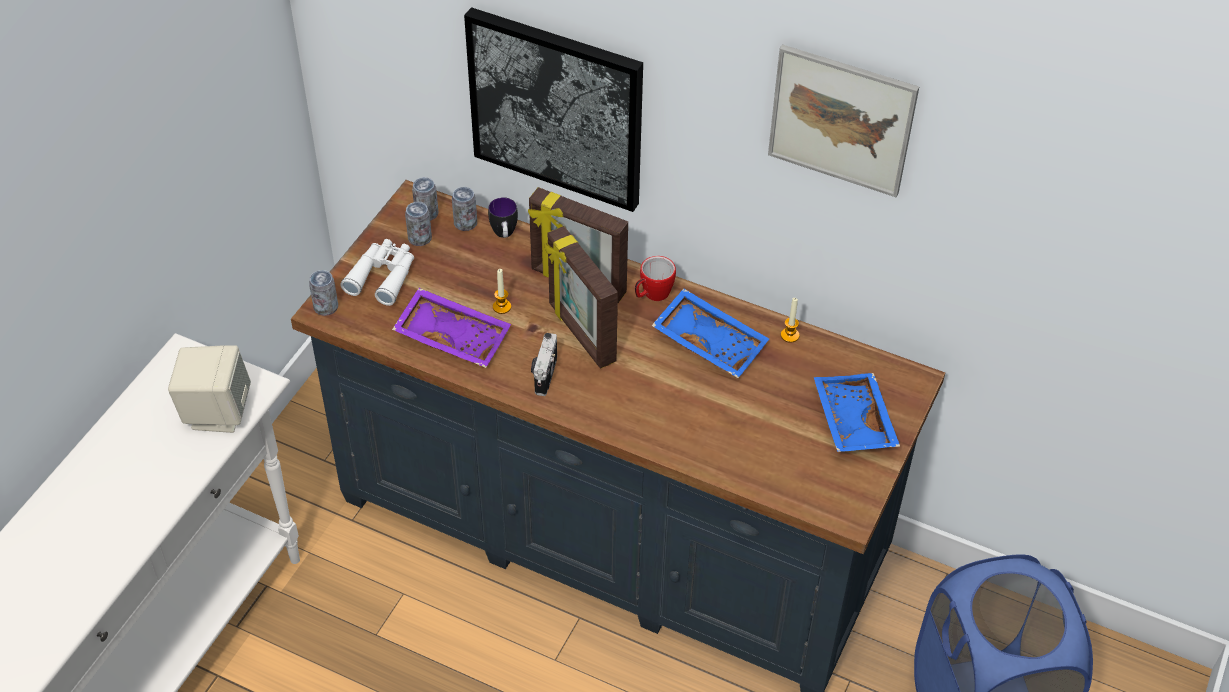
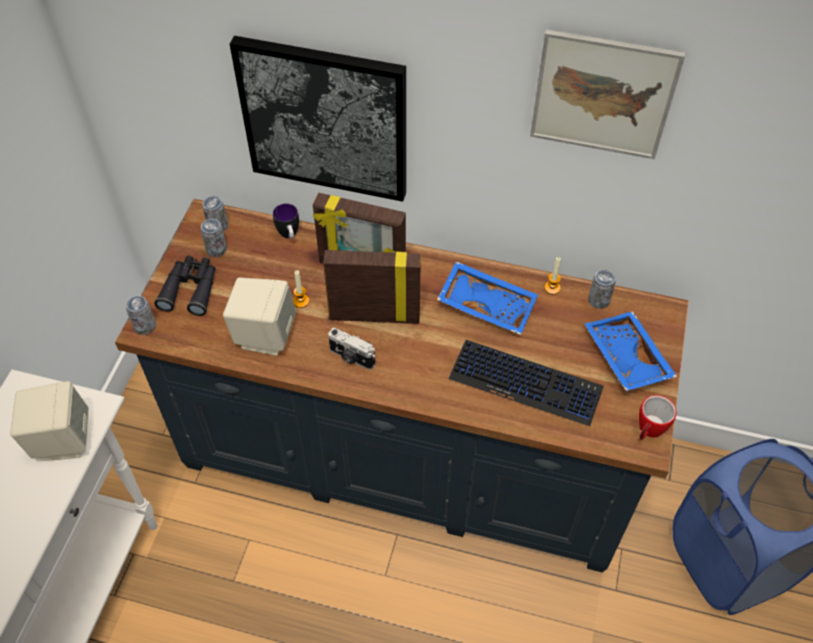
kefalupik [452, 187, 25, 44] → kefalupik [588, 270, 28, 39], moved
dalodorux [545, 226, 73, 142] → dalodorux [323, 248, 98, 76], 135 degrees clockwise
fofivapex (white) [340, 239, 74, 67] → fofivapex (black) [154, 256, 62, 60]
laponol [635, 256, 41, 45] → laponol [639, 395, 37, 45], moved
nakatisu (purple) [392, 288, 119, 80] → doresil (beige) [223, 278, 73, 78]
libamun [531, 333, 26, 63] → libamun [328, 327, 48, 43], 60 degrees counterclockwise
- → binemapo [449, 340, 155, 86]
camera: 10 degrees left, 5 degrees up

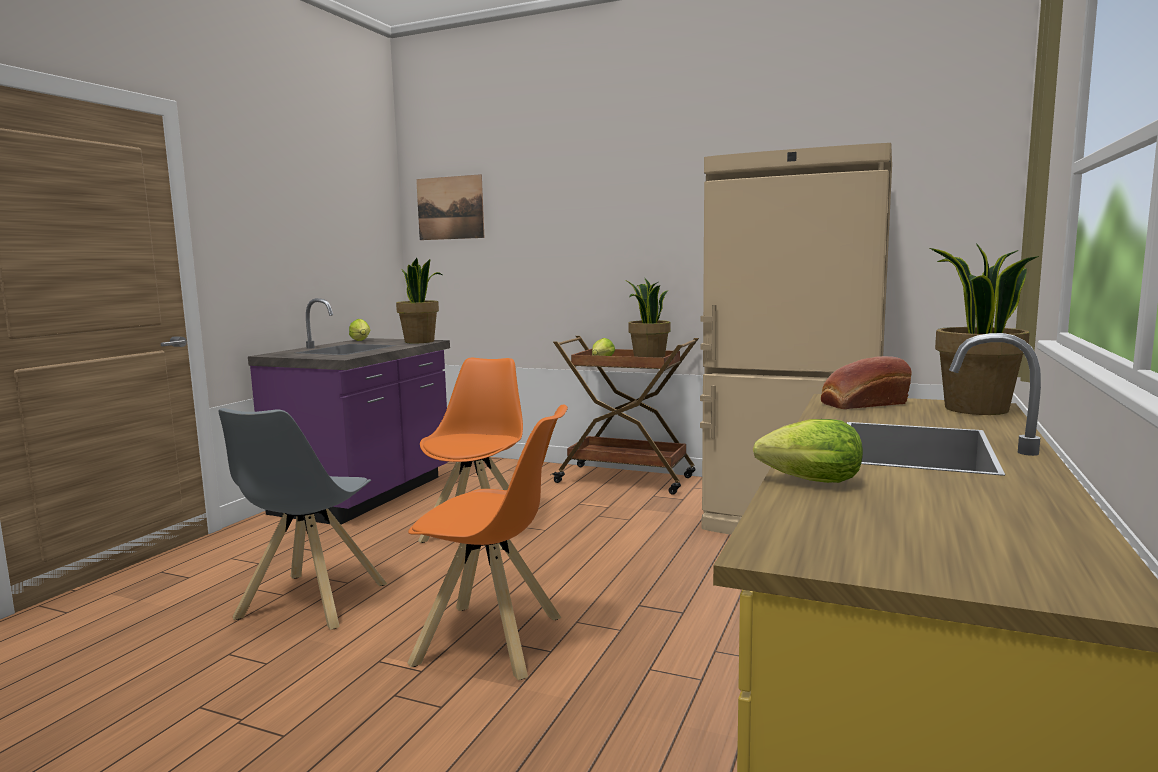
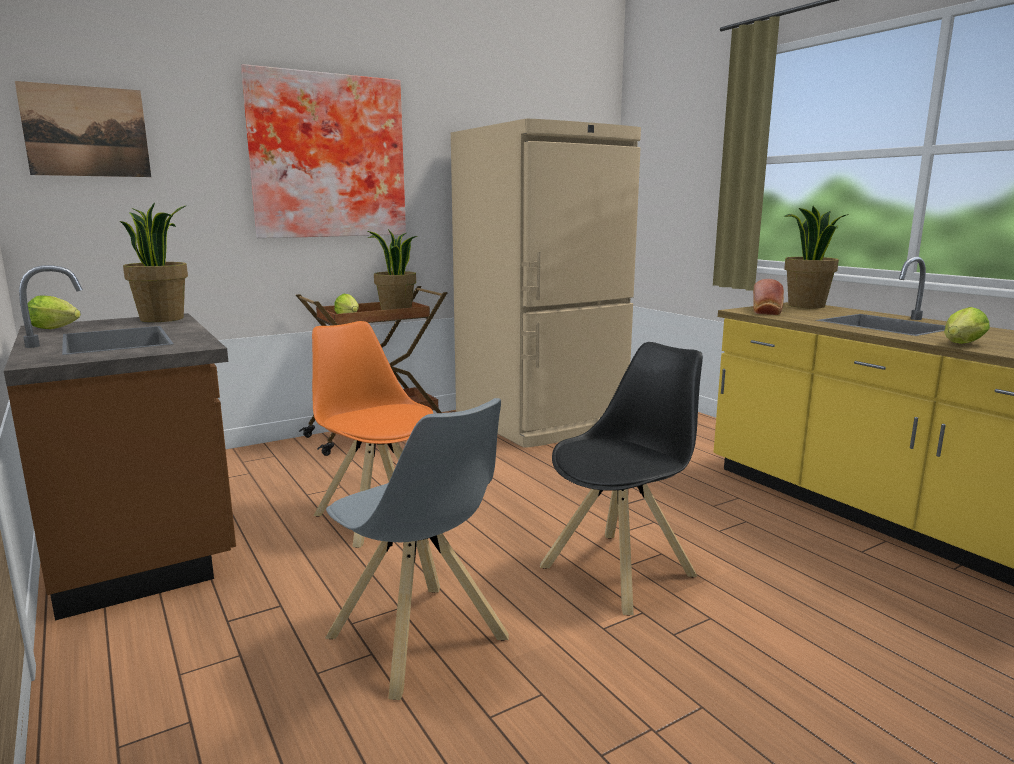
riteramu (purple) [248, 298, 202, 226] → riteramu (brown) [4, 265, 232, 356]
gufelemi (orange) [407, 404, 161, 276] → gufelemi (black) [540, 342, 163, 273]
- → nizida [241, 64, 165, 174]
camera: 55 degrees left, 5 degrees up

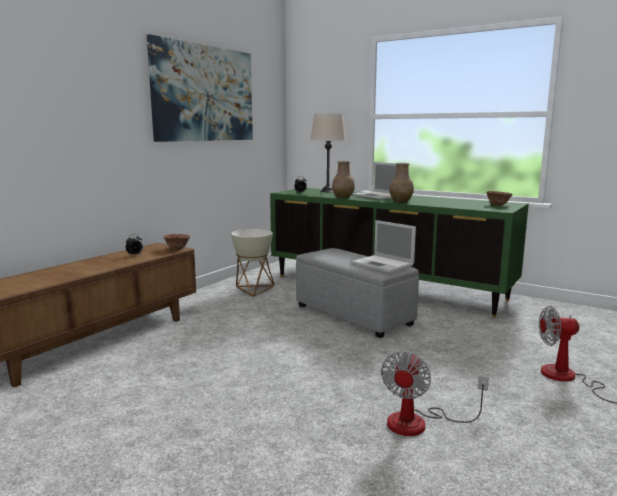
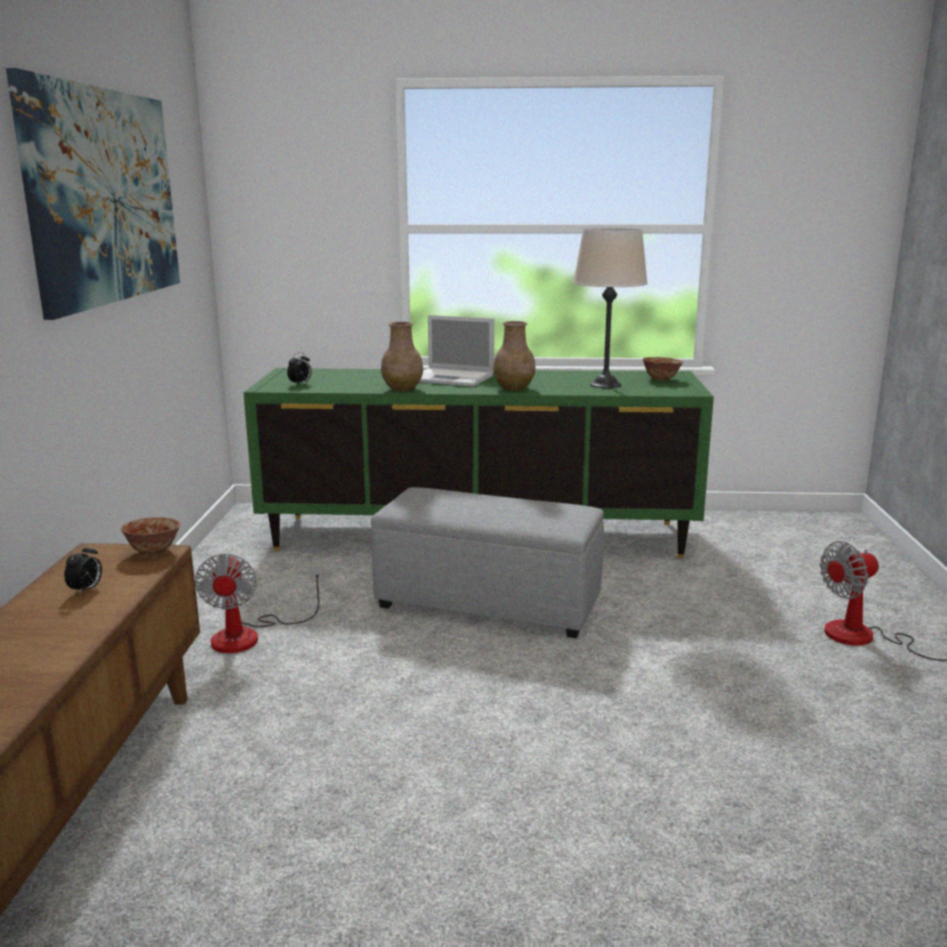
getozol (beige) [310, 114, 37, 78] → getozol (beige) [573, 228, 75, 160], moved
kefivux [351, 220, 65, 53] → -
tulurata [231, 229, 43, 68] → -
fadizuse [381, 352, 108, 84] → fadizuse [195, 553, 128, 100], moved
camera: 30 degrees left, 5 degrees up

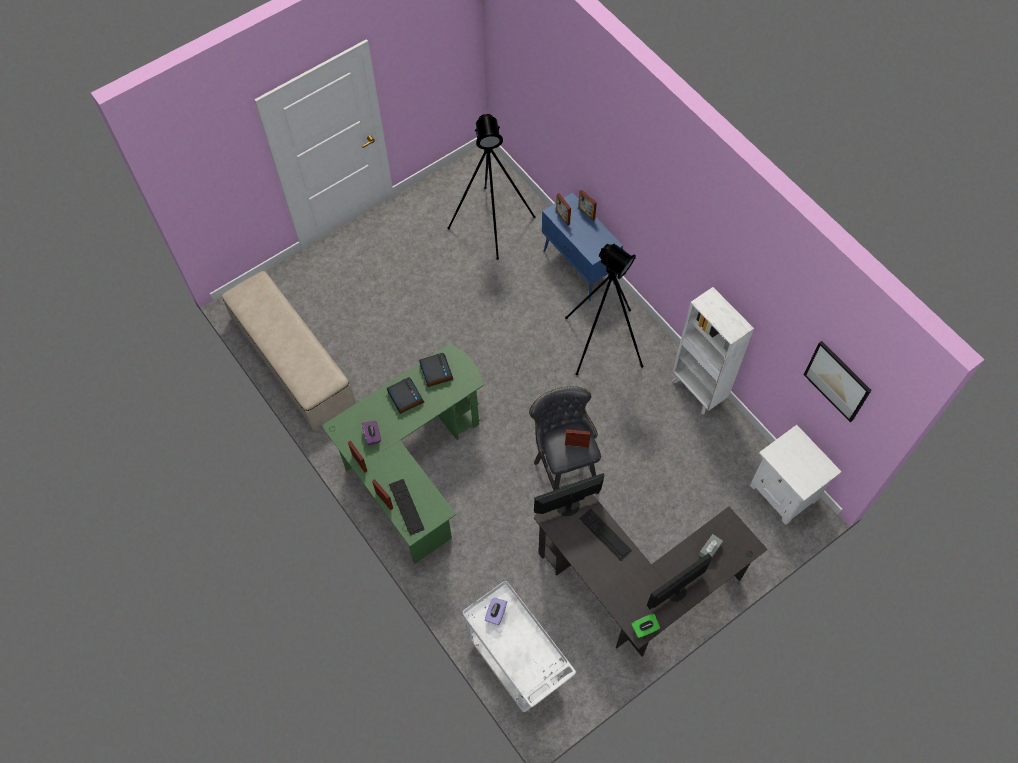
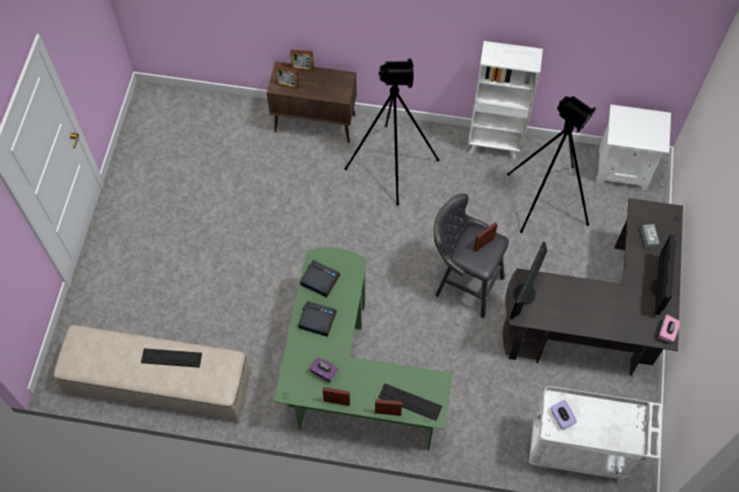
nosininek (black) [447, 114, 89, 146] → nosininek (black) [507, 96, 89, 137], moved
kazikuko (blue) [542, 193, 81, 108] → kazikuko (brown) [267, 61, 90, 82]
nizida [804, 341, 68, 81] → -
binemapo [579, 509, 53, 52] → binemapo [141, 348, 61, 20], moved
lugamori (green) [631, 614, 29, 24] → lugamori (pink) [659, 315, 21, 27]
camera: 45 degrees left, 0 degrees up

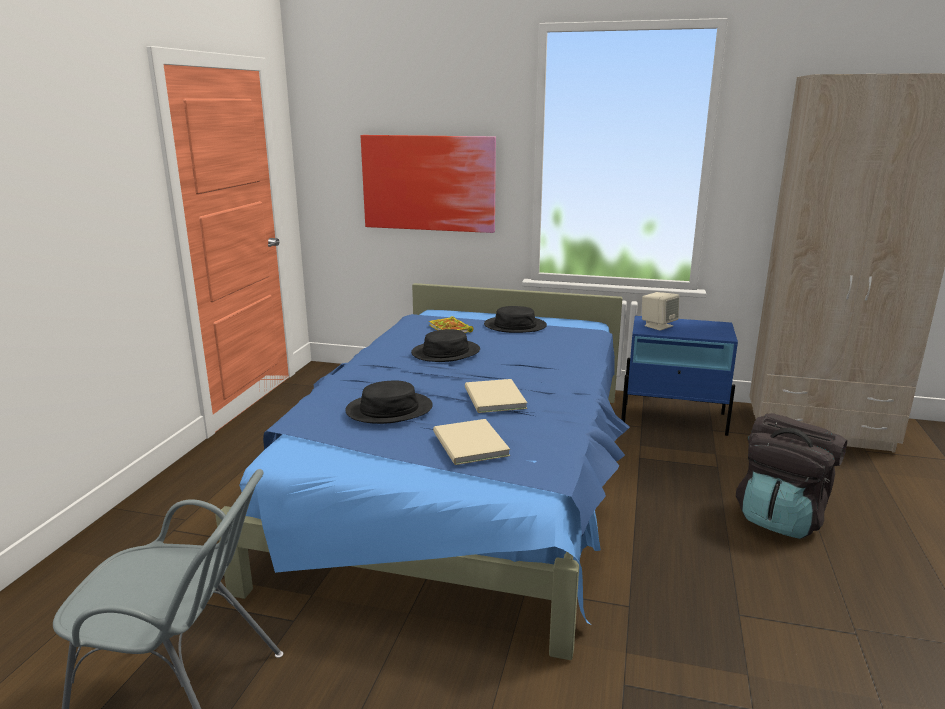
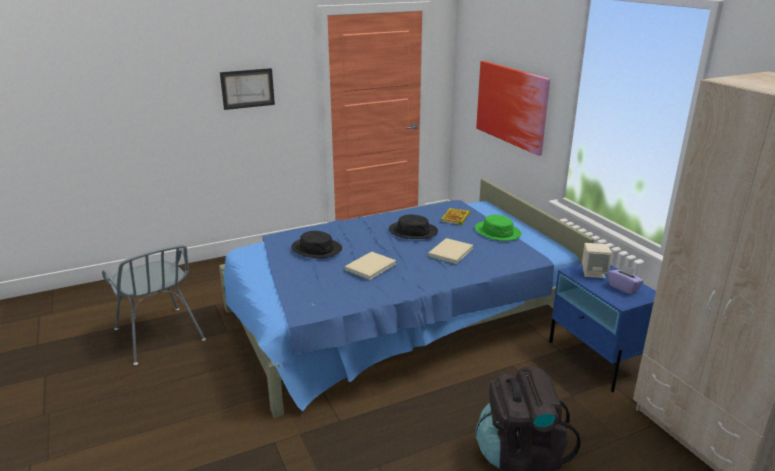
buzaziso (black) [484, 306, 63, 27] → buzaziso (green) [475, 215, 47, 26]
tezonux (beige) [433, 419, 77, 46] → tezonux (beige) [427, 238, 46, 26], moved
- → nizida [220, 68, 55, 42]
- → lugamori (purple) [608, 264, 36, 31]
camera: 50 degrees right, 5 degrees up

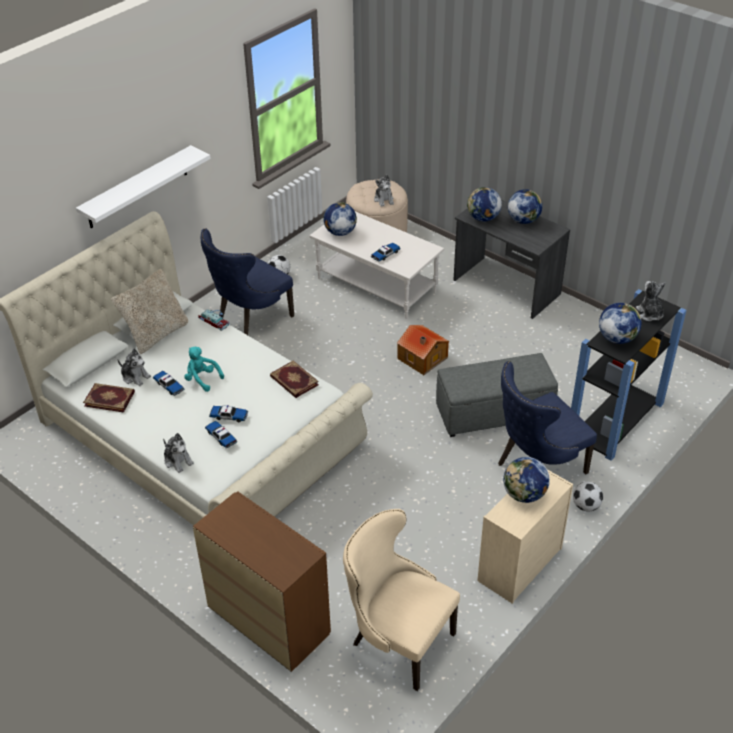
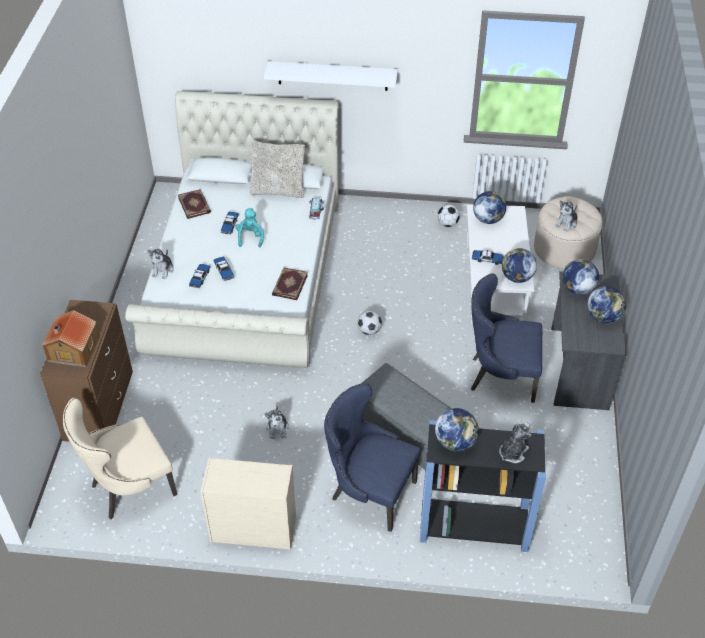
gufelemi (blue) [201, 228, 93, 107] → gufelemi (blue) [471, 273, 71, 130], moved
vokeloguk [397, 325, 52, 50] → vokeloguk [42, 310, 58, 57], moved
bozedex [118, 349, 33, 37] → bozedex [265, 406, 24, 33], moved
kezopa [503, 457, 47, 46] → kezopa [502, 248, 35, 35], moved
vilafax [573, 482, 30, 29] → vilafax [357, 311, 25, 24], moved
gufelemi (beige) [343, 509, 117, 182] → gufelemi (beige) [63, 398, 114, 121], 120 degrees counterclockwise
camera: 55 degrees right, 5 degrees up

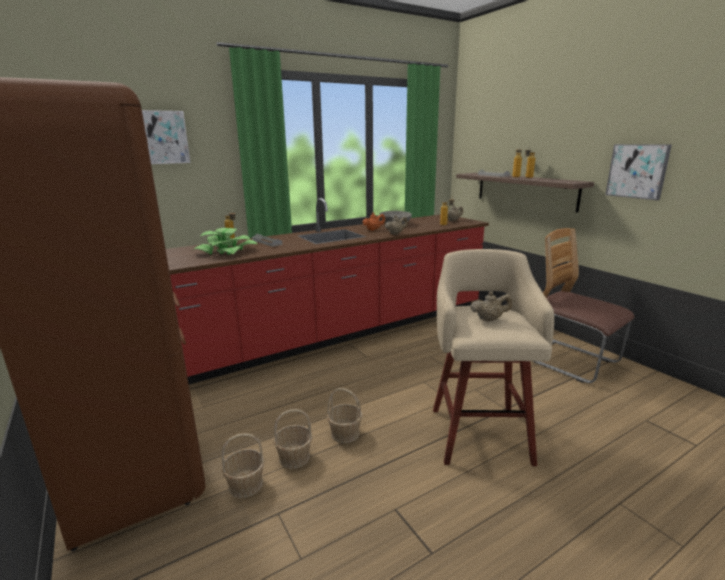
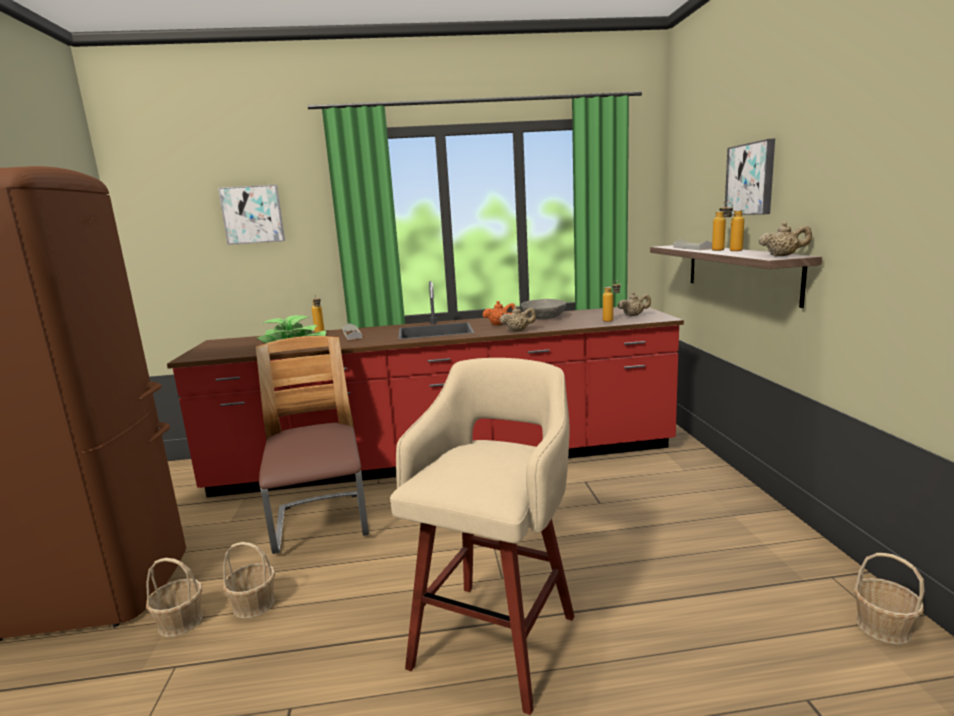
nizida [605, 144, 67, 56] → nizida [725, 138, 50, 77], moved
gufelemi [532, 228, 103, 155] → gufelemi [256, 336, 113, 218], moved
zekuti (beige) [470, 291, 42, 30] → zekuti (beige) [759, 222, 53, 34], moved
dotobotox [327, 388, 36, 55] → dotobotox [854, 553, 71, 92], moved
camera: 25 degrees right, 5 degrees down

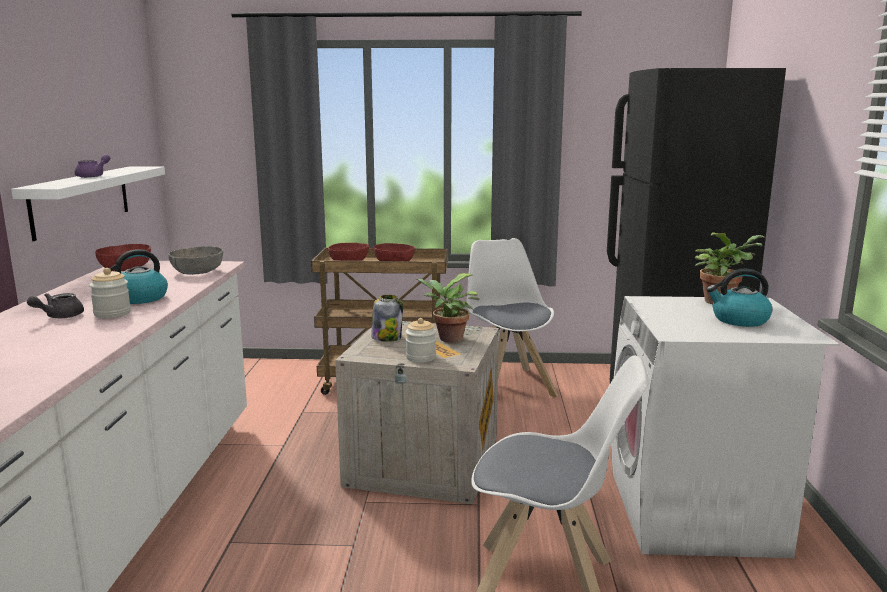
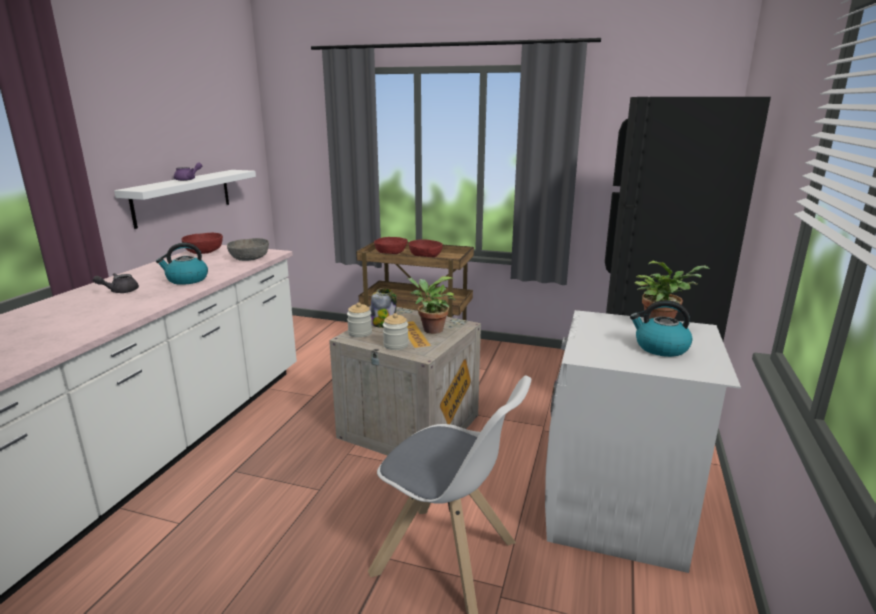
gufelemi [467, 238, 91, 159] → -
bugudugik [89, 268, 42, 50] → bugudugik [347, 302, 25, 36], moved
camera: 15 degrees right, 5 degrees up

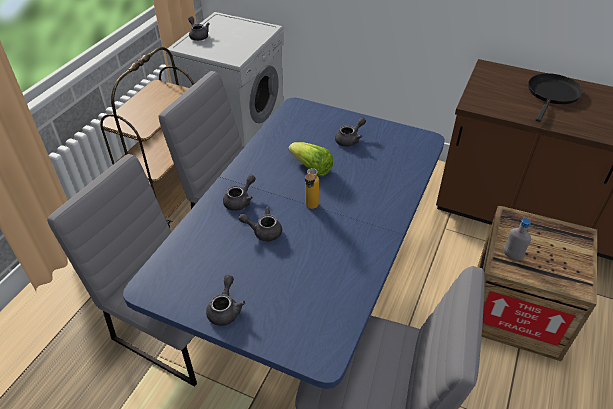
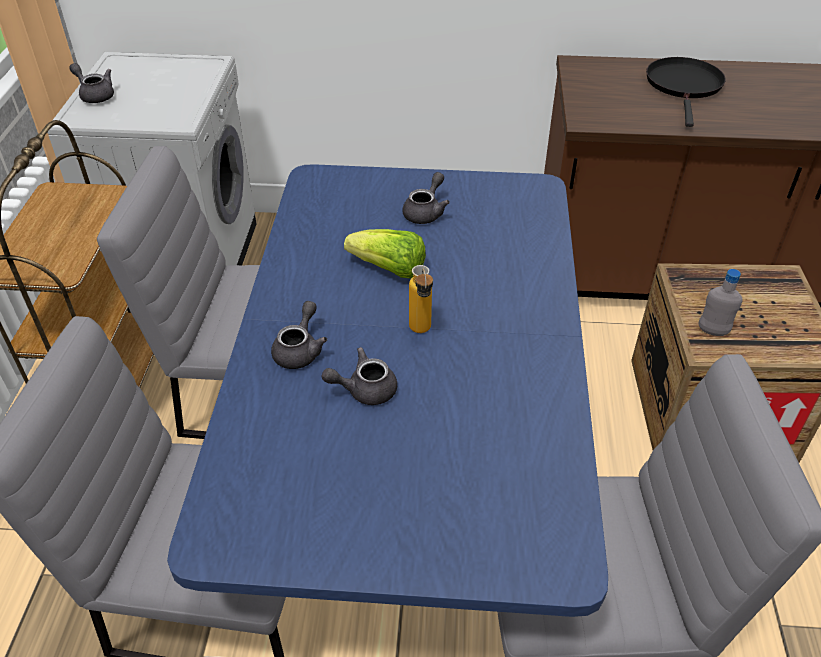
zekuti (grey) [206, 275, 39, 51] → -
camera: 20 degrees left, 0 degrees up

